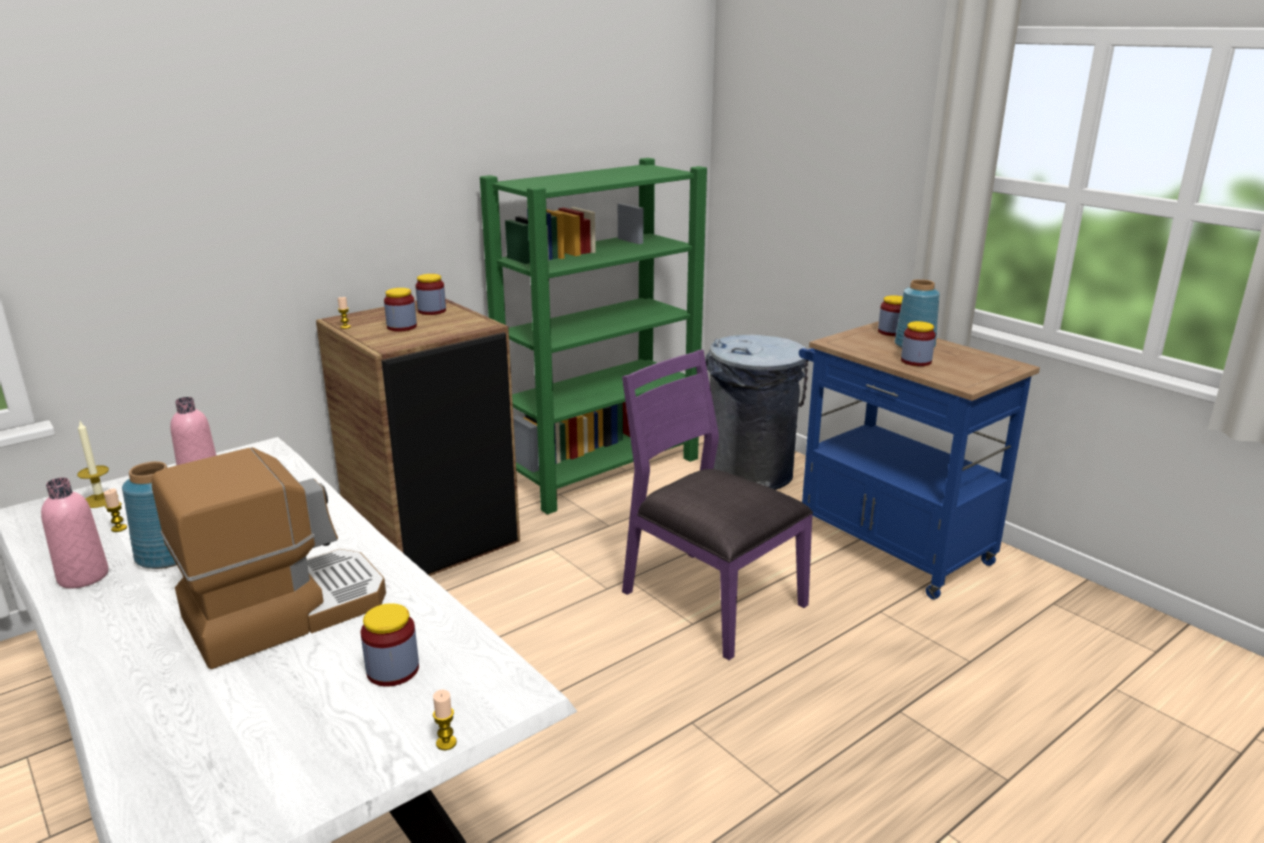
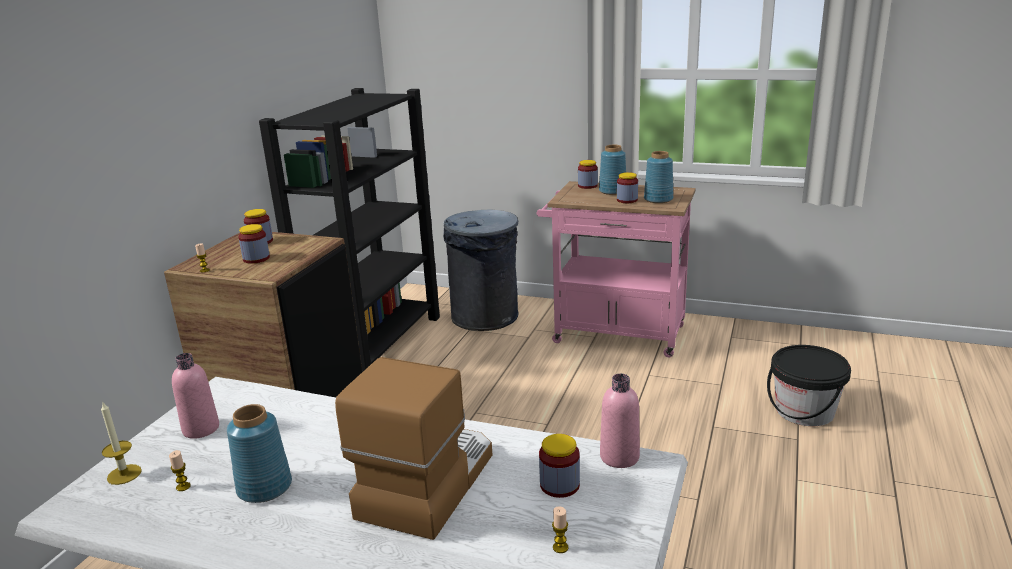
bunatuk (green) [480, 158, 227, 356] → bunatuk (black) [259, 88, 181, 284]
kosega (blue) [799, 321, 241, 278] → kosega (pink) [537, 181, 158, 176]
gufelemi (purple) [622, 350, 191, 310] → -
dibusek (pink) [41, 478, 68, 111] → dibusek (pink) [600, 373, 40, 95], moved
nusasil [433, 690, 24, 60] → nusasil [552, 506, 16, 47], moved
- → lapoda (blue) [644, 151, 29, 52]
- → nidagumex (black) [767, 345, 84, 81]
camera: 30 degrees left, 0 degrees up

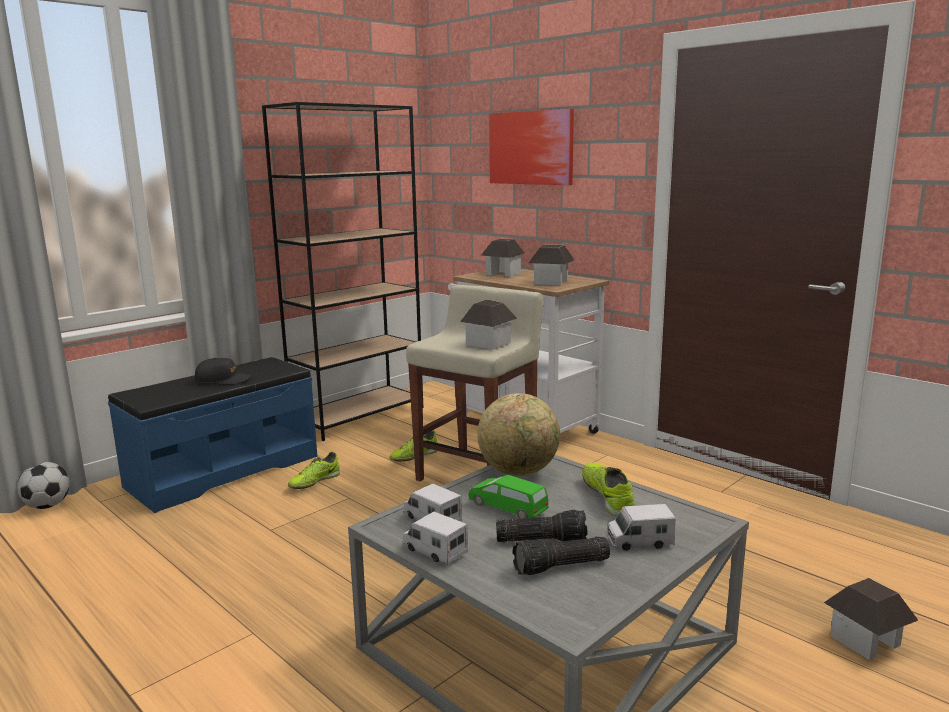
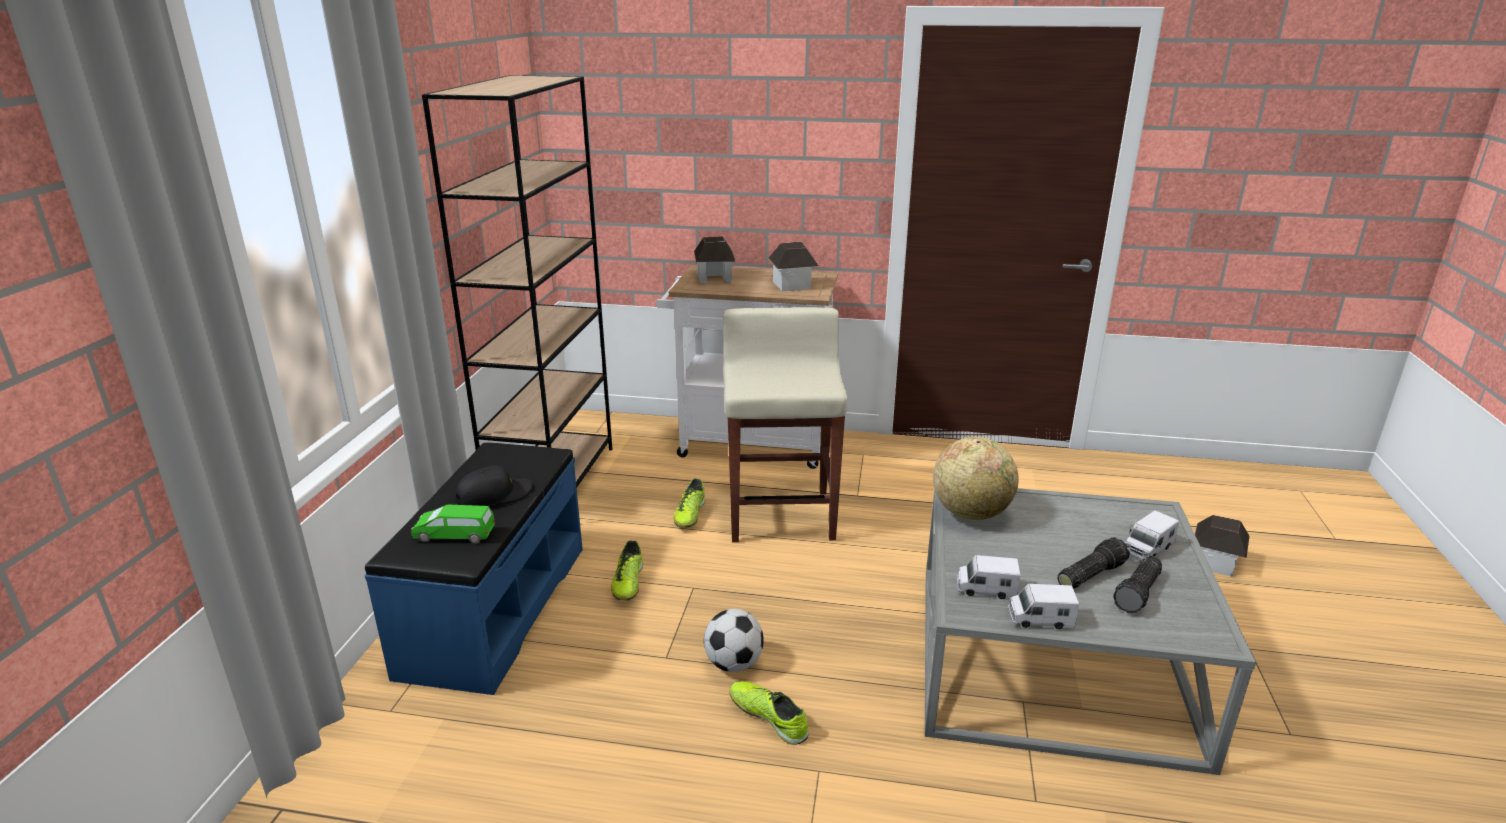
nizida [489, 108, 85, 77] → -
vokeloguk [460, 299, 57, 51] → -
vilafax [17, 462, 53, 47] → vilafax [704, 609, 60, 63], moved
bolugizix [582, 462, 53, 54] → bolugizix [729, 681, 80, 64], moved
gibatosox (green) [469, 475, 79, 44] → gibatosox (green) [411, 504, 84, 40], moved
camera: 35 degrees left, 10 degrees up

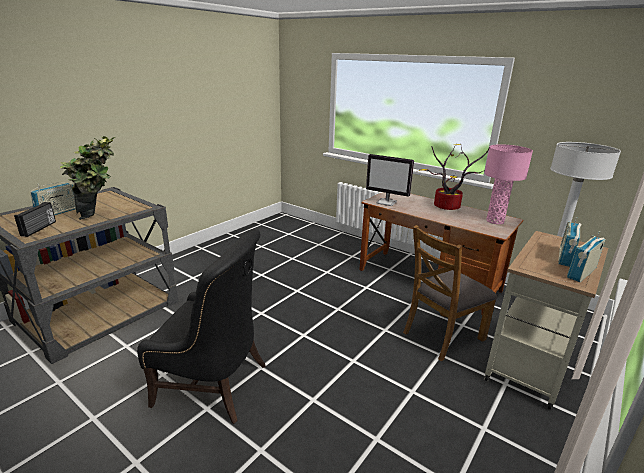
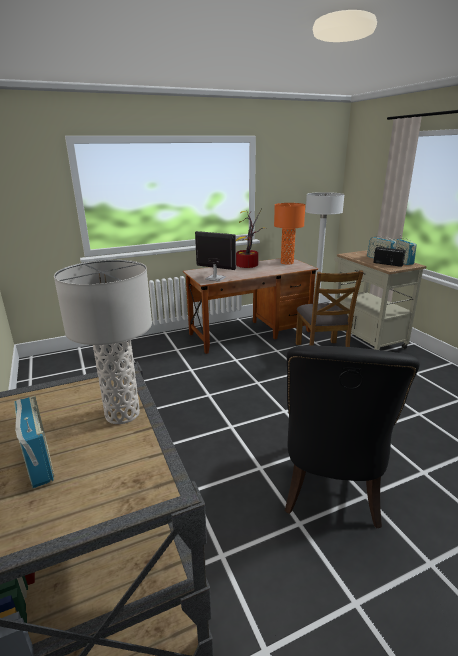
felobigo [60, 136, 55, 84] → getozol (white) [54, 260, 98, 164]
getozol (pink) [485, 144, 48, 80] → getozol (orange) [274, 203, 31, 62]
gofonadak [366, 154, 48, 52] → gofonadak [195, 231, 41, 50], 120 degrees counterclockwise
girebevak [14, 202, 42, 35] → girebevak [373, 247, 33, 20], moved
gufelemi (black) [137, 229, 129, 195] → gufelemi (black) [285, 345, 135, 183], 150 degrees clockwise
camera: 60 degrees left, 0 degrees up

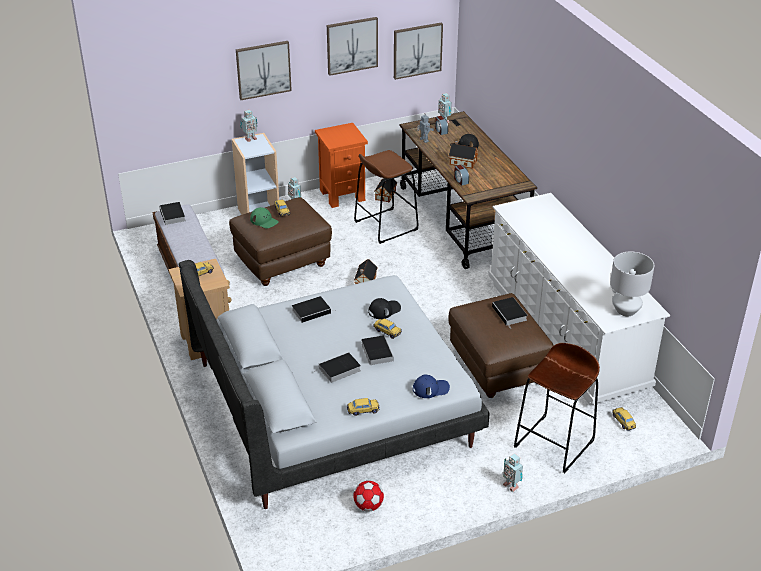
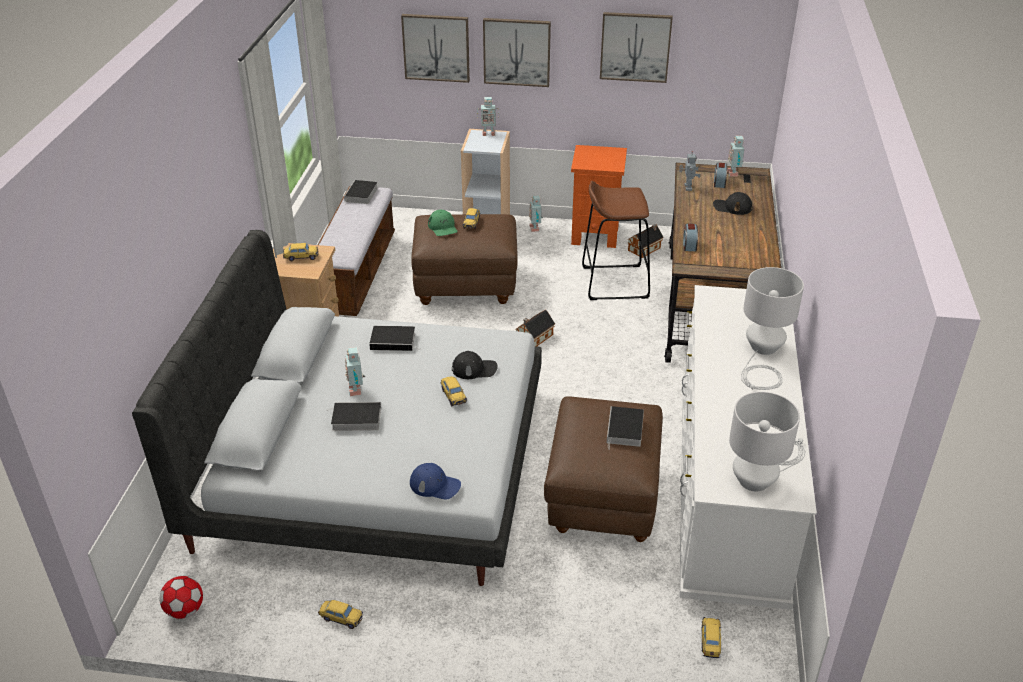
nizida [394, 22, 49, 58] → nizida [401, 14, 69, 69], moved
vokeloguk [449, 141, 29, 28] → -
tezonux [361, 335, 33, 30] → -
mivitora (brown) [514, 343, 86, 130] → -
gibatosox [347, 398, 32, 18] → gibatosox [318, 600, 45, 29], moved
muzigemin [503, 453, 20, 39] → muzigemin [345, 347, 20, 49], moved
vilafax [353, 481, 31, 30] → vilafax [159, 576, 44, 43], moved
- → getozol (white) [741, 267, 63, 123]
camera: 30 degrees right, 0 degrees up

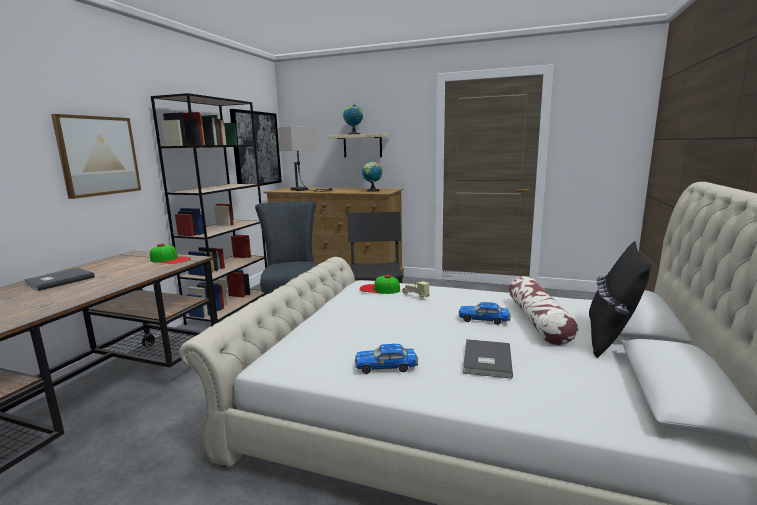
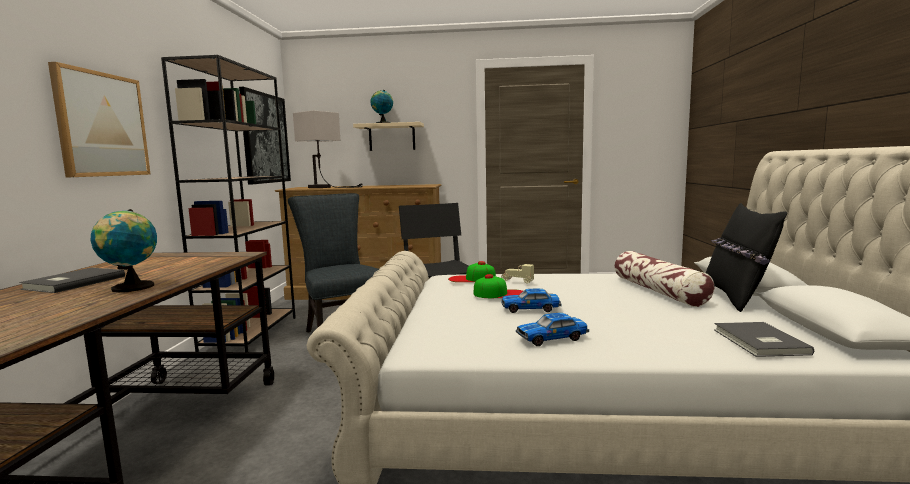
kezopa [362, 161, 20, 31] → kezopa [90, 209, 67, 83], moved
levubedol [150, 244, 41, 20] → levubedol [474, 274, 49, 24], moved
gibatosox [459, 302, 52, 23] → gibatosox [501, 289, 61, 24], moved
tezonux (grey) [463, 339, 50, 40] → tezonux (grey) [714, 322, 100, 35], moved
camera: 15 degrees left, 5 degrees down

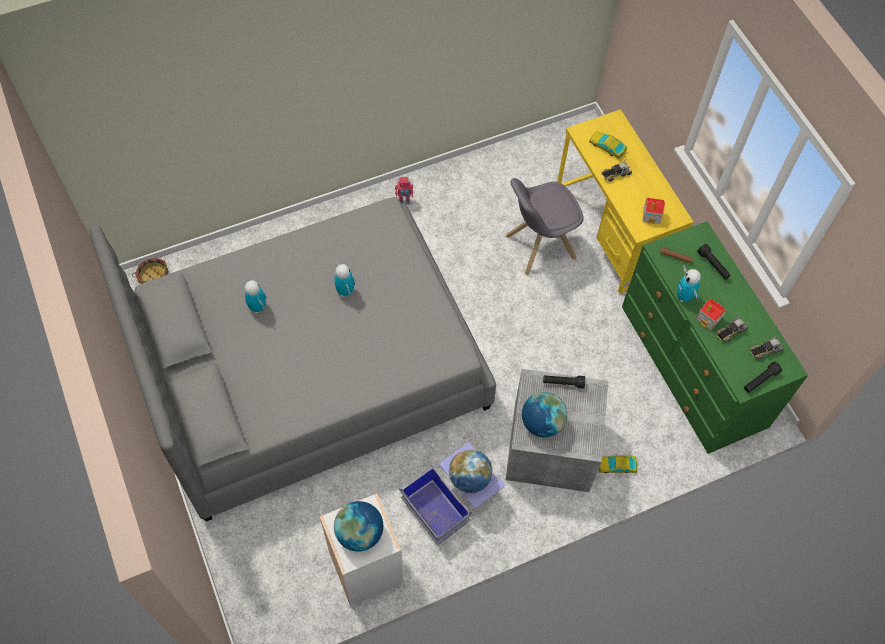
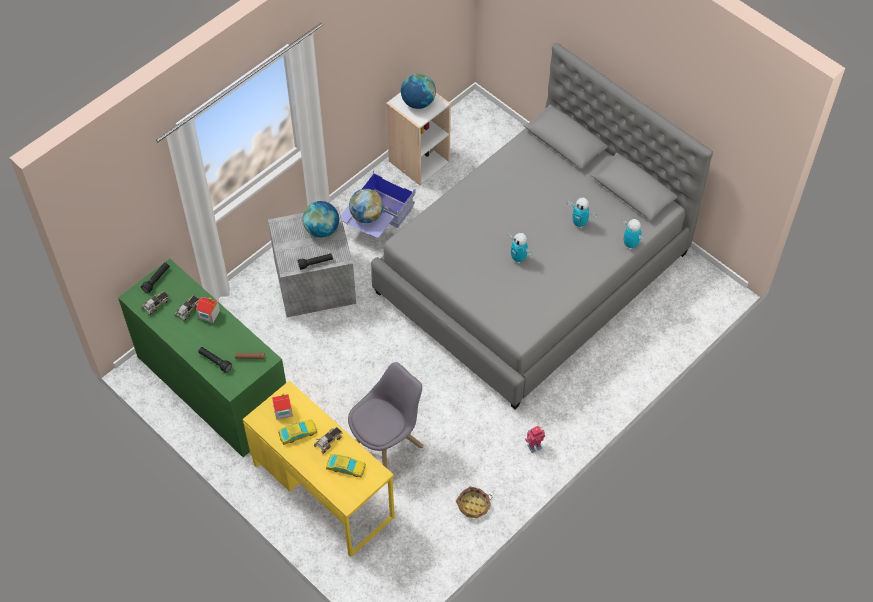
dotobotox [132, 258, 36, 26] → dotobotox [456, 486, 36, 32], moved
muzigemin [676, 266, 25, 36] → muzigemin [622, 219, 23, 31], moved
gibatosox [599, 455, 38, 18] → gibatosox [278, 419, 39, 26], moved
camera: 160 degrees right, 5 degrees down

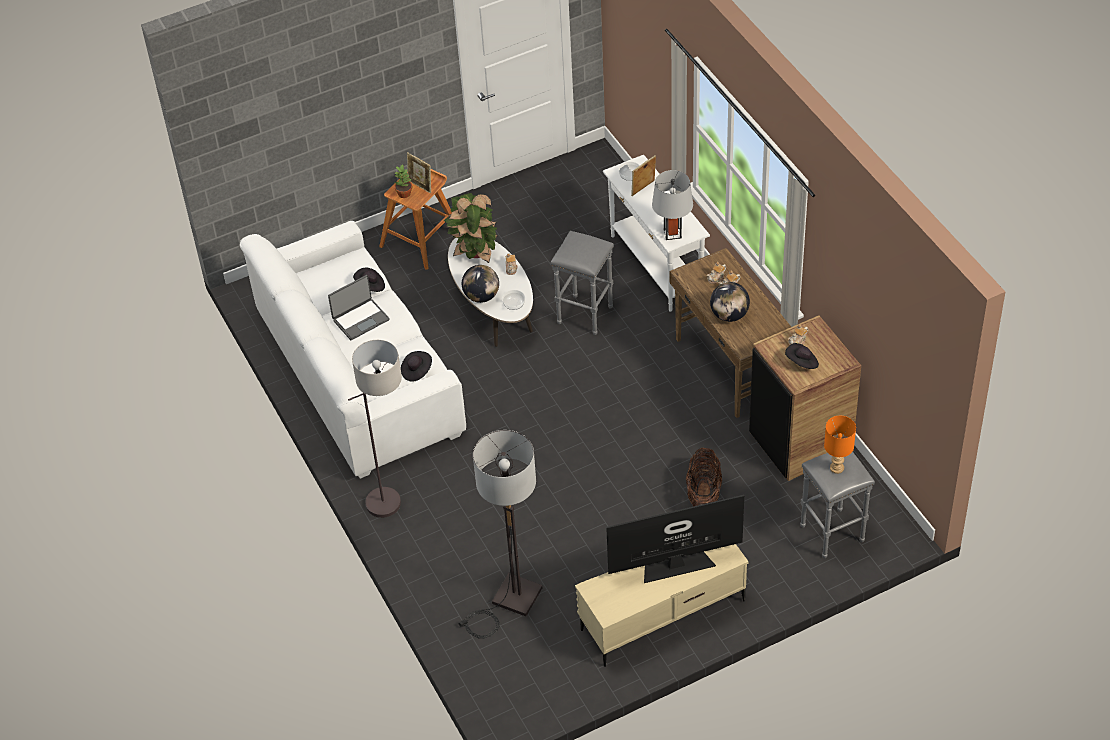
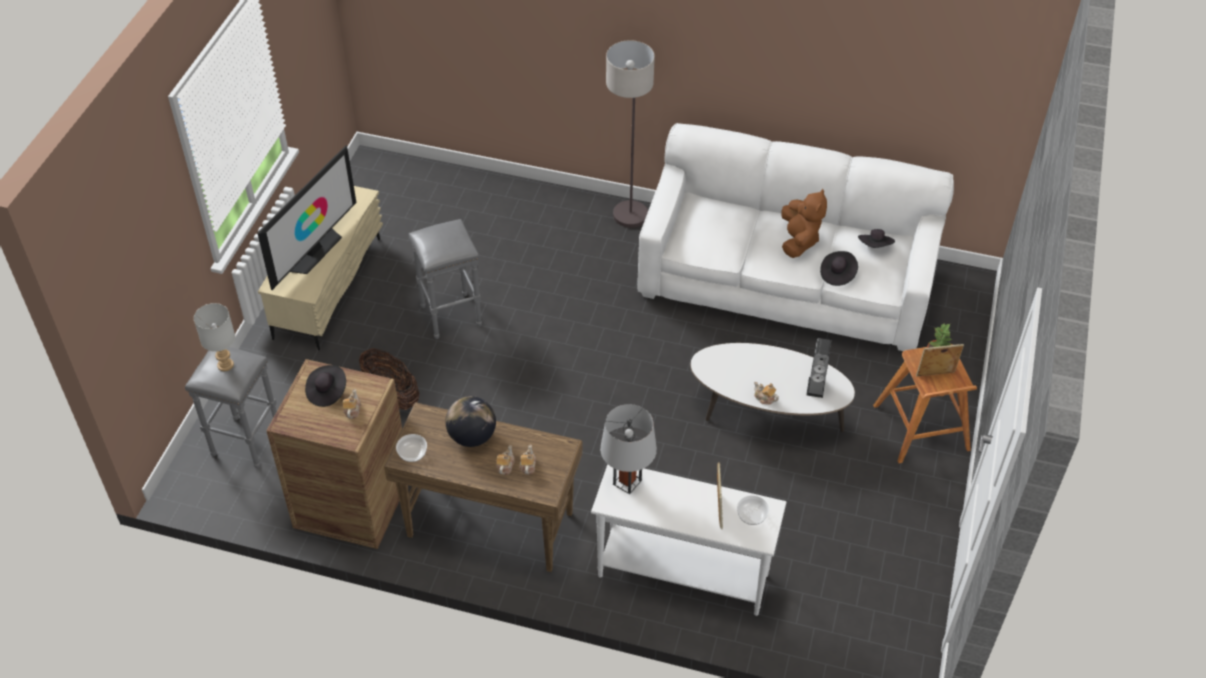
felobigo [444, 193, 54, 70] → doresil [807, 338, 25, 60]
mivitora (grey) [551, 231, 63, 104] → mivitora (grey) [409, 219, 73, 120], moved
kezopa [462, 265, 37, 38] → -
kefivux [328, 275, 62, 65] → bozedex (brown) [782, 189, 45, 69]
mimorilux [502, 290, 23, 20] → mimorilux [396, 434, 31, 28], moved
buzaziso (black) [401, 351, 31, 31] → buzaziso (black) [858, 229, 37, 19], moved
getozol (orange) [824, 416, 32, 58] → getozol (grey) [194, 303, 41, 68]
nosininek [458, 430, 84, 209] → -
camera: 130 degrees right, 0 degrees up

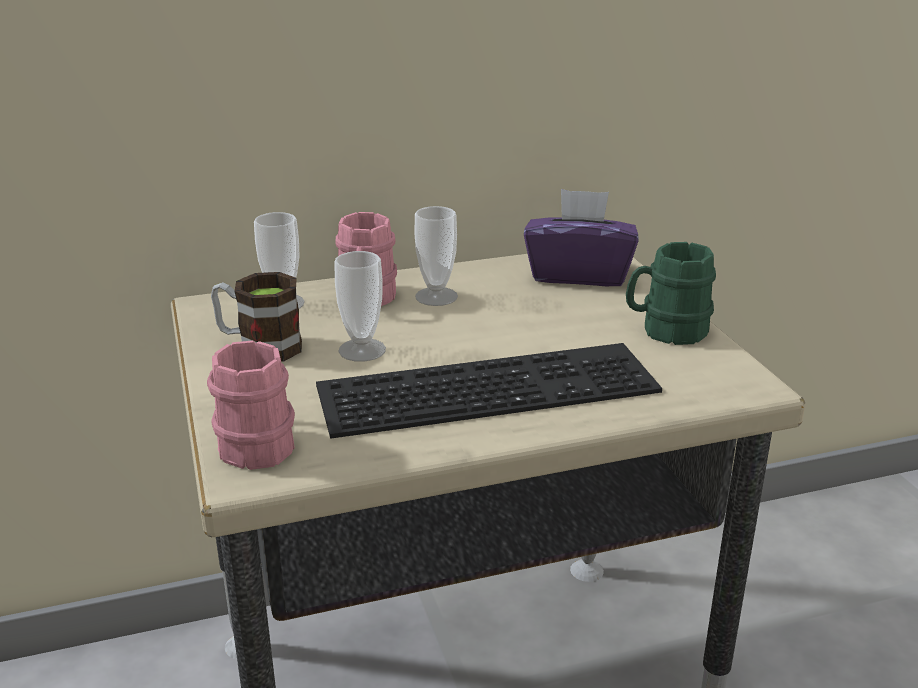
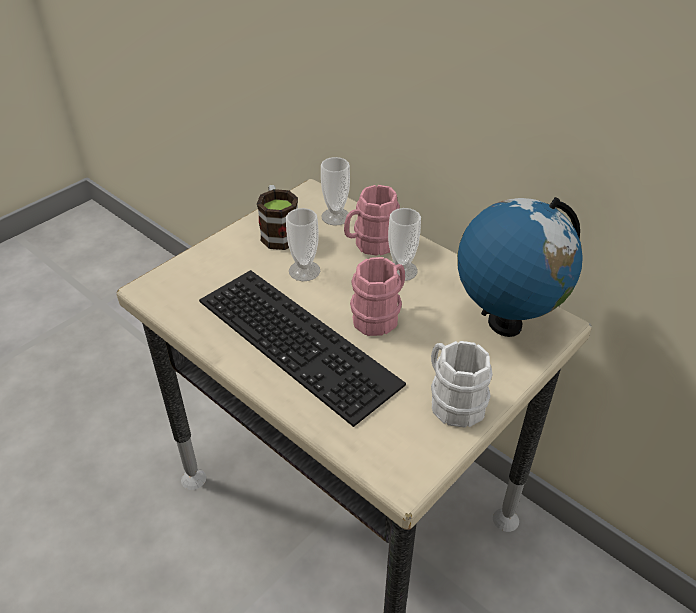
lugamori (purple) [524, 189, 115, 97] → kezopa [457, 197, 126, 140]
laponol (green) [626, 242, 90, 103] → laponol (white) [431, 341, 62, 87]
laponol (pink) [207, 340, 88, 130] → laponol (pink) [350, 257, 55, 79], moved
camera: 60 degrees right, 15 degrees up

